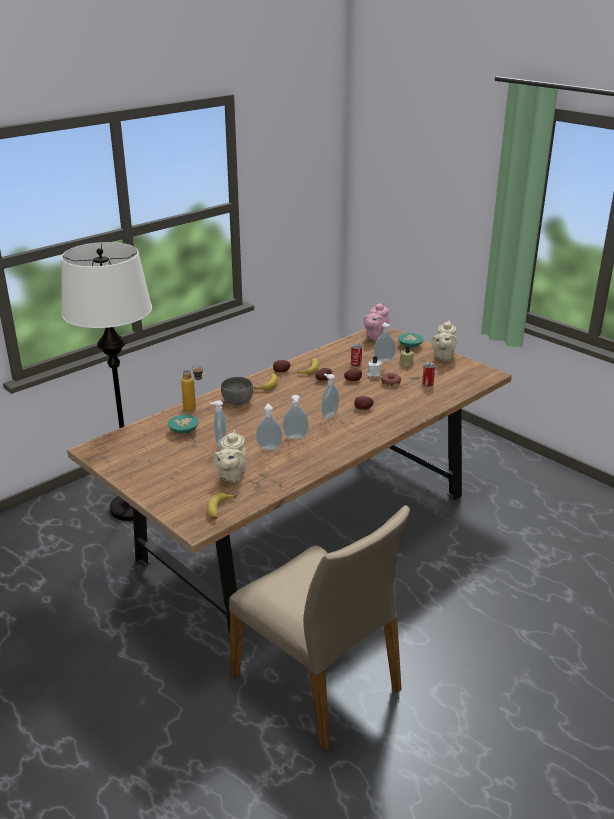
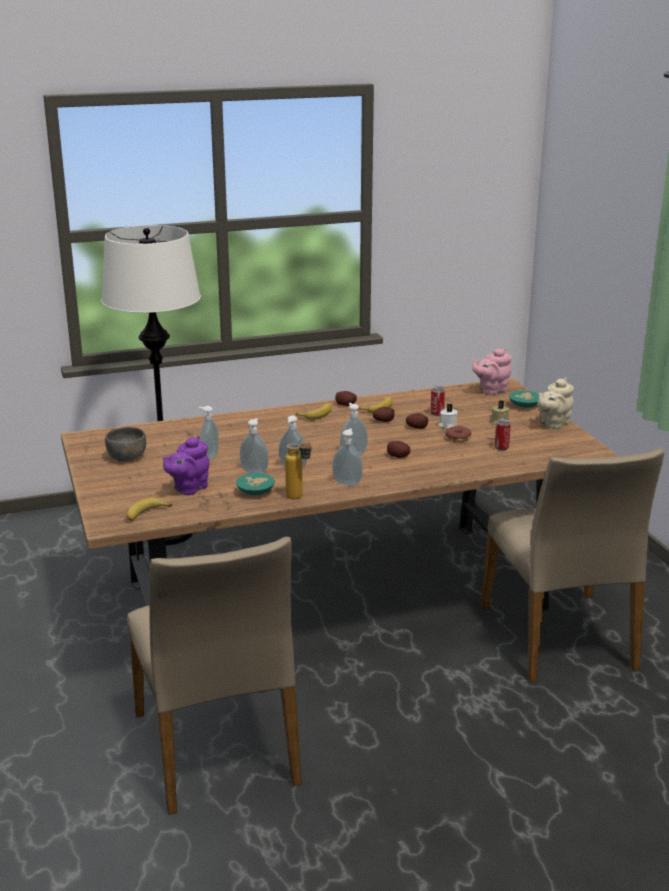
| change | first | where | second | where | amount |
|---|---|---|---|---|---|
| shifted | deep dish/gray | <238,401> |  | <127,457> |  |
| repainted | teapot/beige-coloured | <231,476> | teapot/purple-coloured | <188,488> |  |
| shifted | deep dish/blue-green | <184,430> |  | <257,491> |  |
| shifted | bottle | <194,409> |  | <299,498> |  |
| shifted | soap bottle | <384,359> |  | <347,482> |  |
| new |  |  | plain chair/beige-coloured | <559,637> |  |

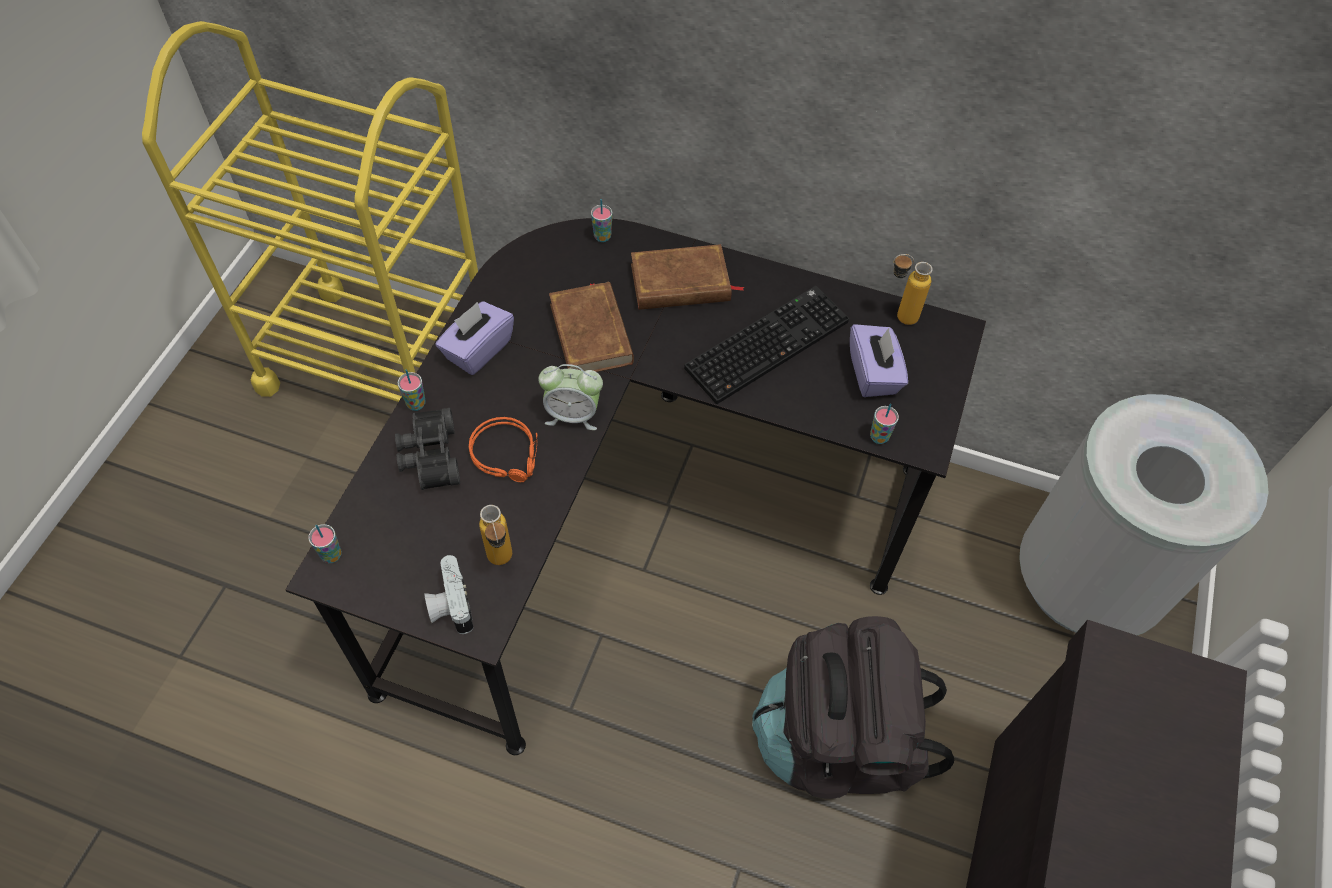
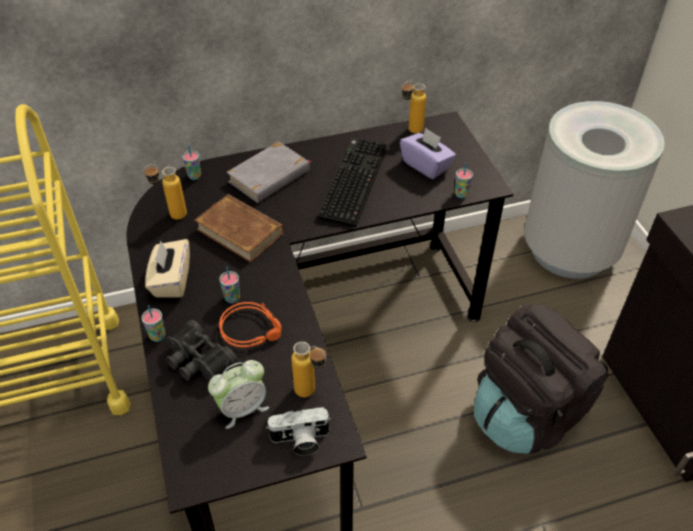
| change | first | where | second | where | amount |
|---|---|---|---|---|---|
| new |  |  | bottle | <171,216> |  |
| repainted | tissue holder/purple-coloured | <478,350> | tissue holder/beige-coloured | <171,280> |  |
| shifted | table clock | <573,415> |  | <242,408> |  |
| shifted | drinking cup | <331,555> |  | <232,298> |  |
| repainted | volume/brown | <680,283> | volume/gray | <270,176> |  |
| rotated | still camera | <449,604> |  | <300,440> | 45 degrees counterclockwise |

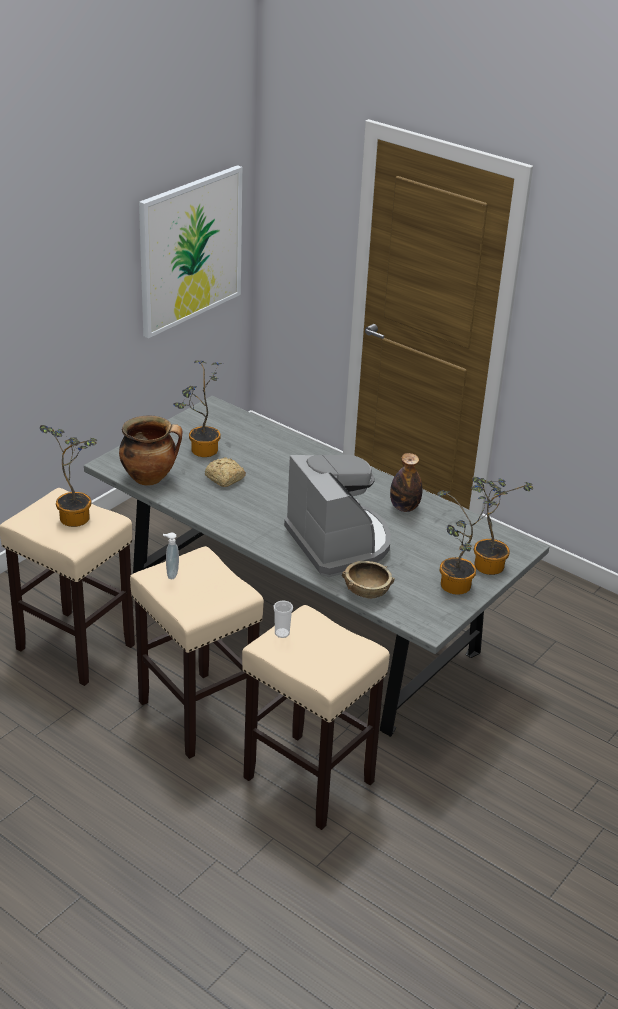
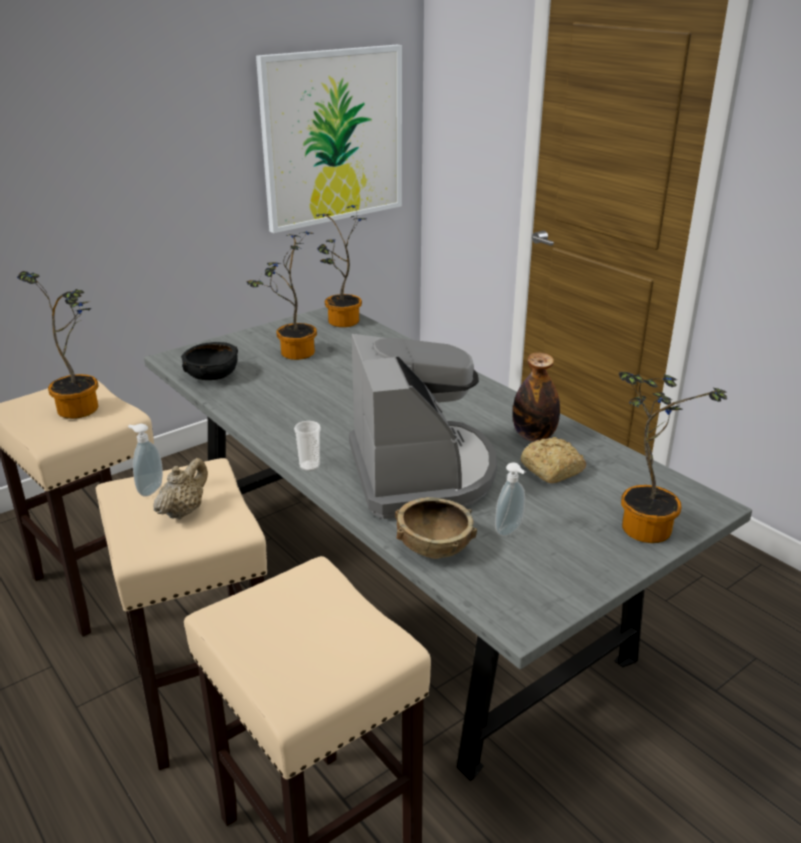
| change | first | where | second | where | amount |
|---|---|---|---|---|---|
| new |  |  | teapot/beige-coloured | <183,511> |  |
| swapped | stockpot | <150,478> | deep dish/blackish | <212,375> |  |
| shifted | drinking cup | <282,633> |  | <309,466> |  |
| shifted | plant in a pot | <455,588> |  | <341,323> |  |
| new |  |  | soap bottle | <510,531> |  |
| shifted | baked bread | <225,479> |  | <552,471> |  |

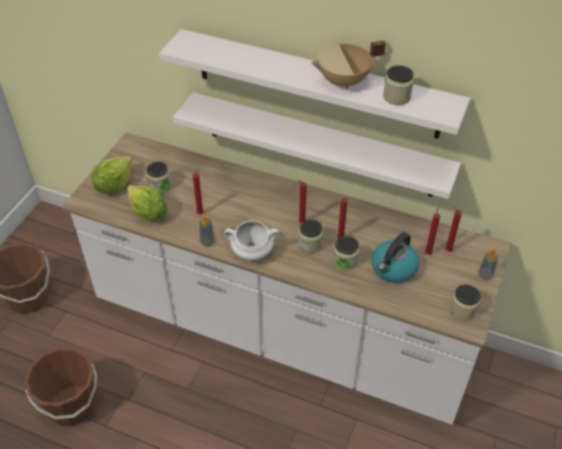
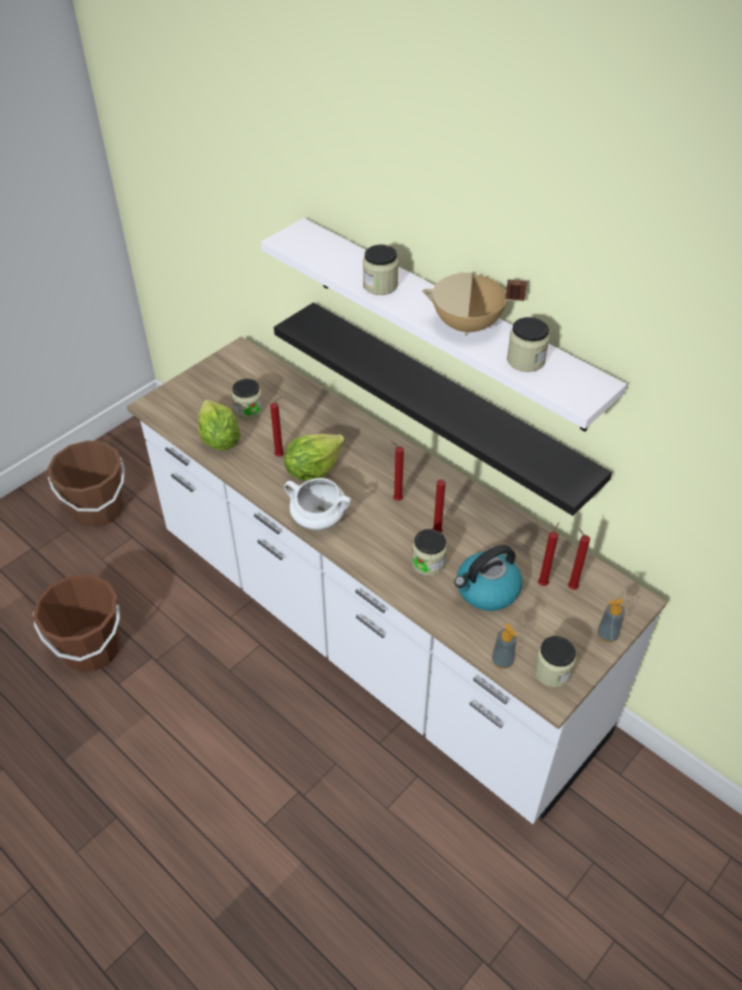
| change | first | where | second | where | amount |
|---|---|---|---|---|---|
| repainted | wall shelf/whitish | <319,145> | wall shelf/blackish | <446,405> |  |
| shifted | lettuce head | <114,185> |  | <313,469> |  |
| shifted | jar | <310,244> |  | <380,285> |  |
| shifted | soap bottle | <207,242> |  | <502,661> |  |

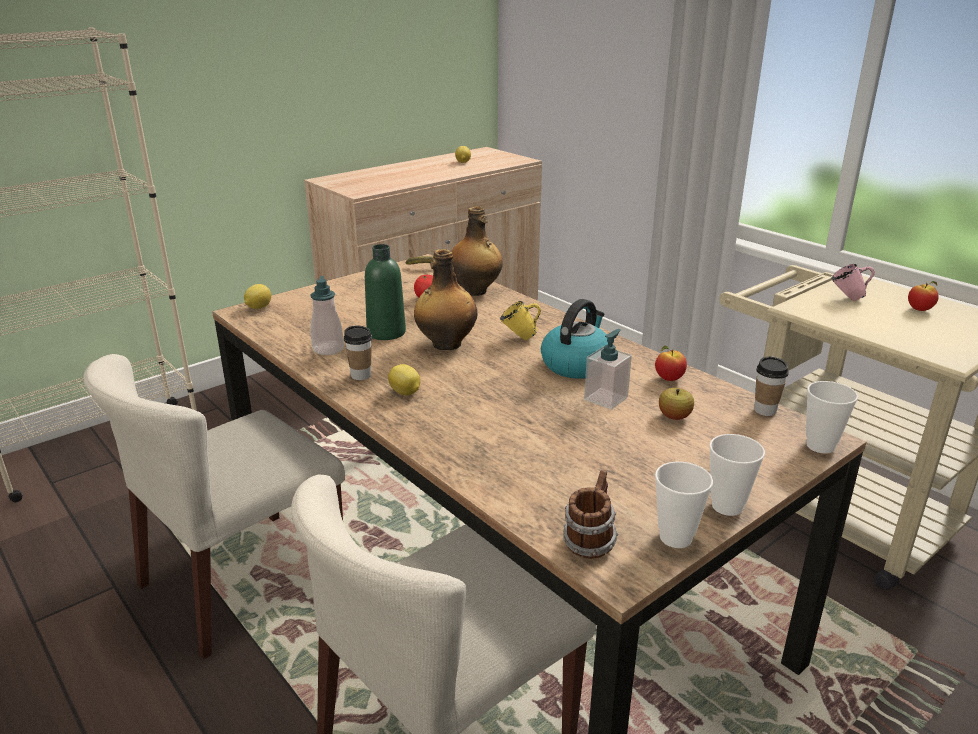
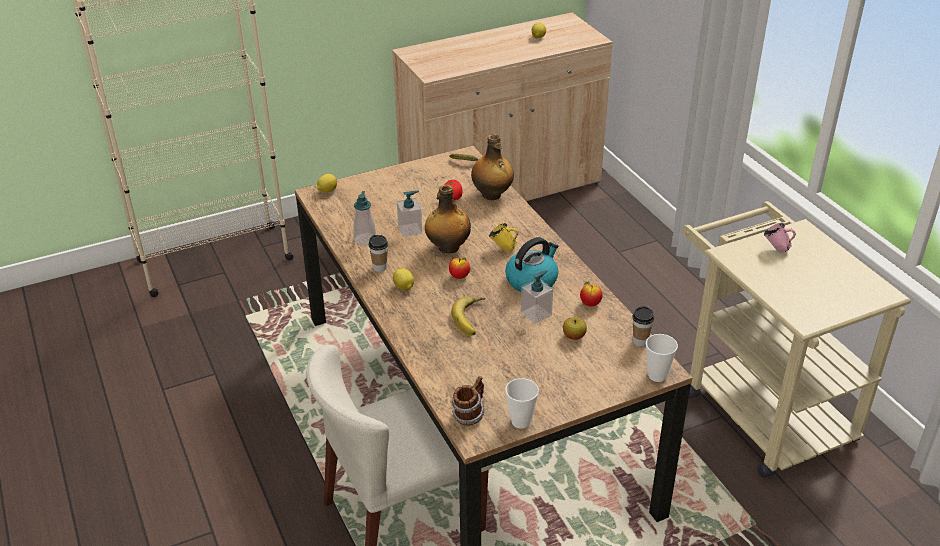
| change | first | where | second | where | amount |
|---|---|---|---|---|---|
| swapped | bottle/green | <386,333> | soap bottle | <410,230> |  |
| shifted | whole apple | <919,310> |  | <459,276> |  |
| new |  |  | banana fruit | <472,319> |  |
| gone | plain chair/beige-coloured | <242,581> |  |  |  |
| gone | drinking cup | <727,506> |  |  |  |

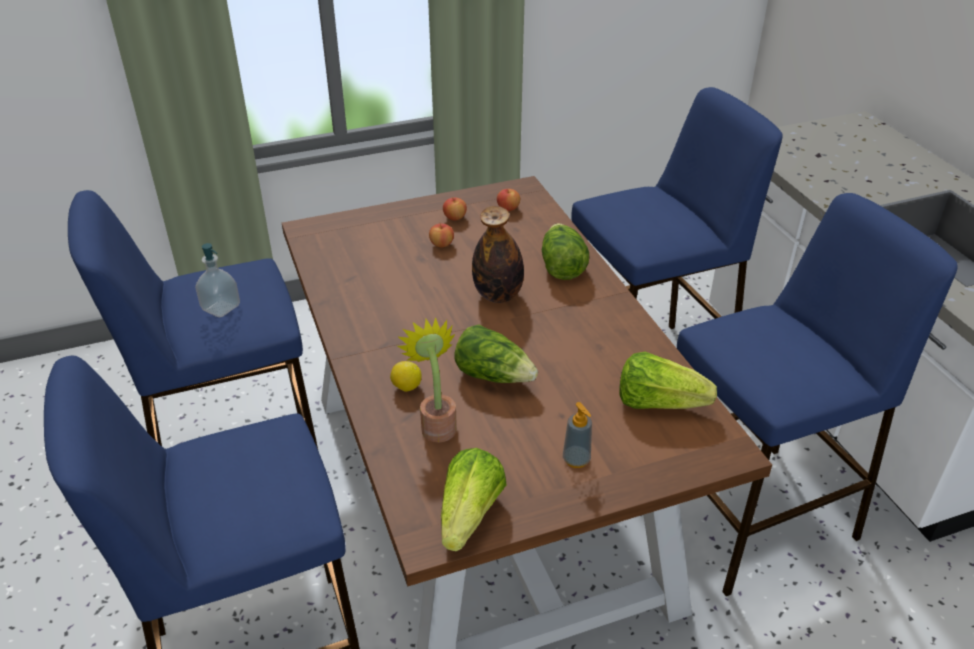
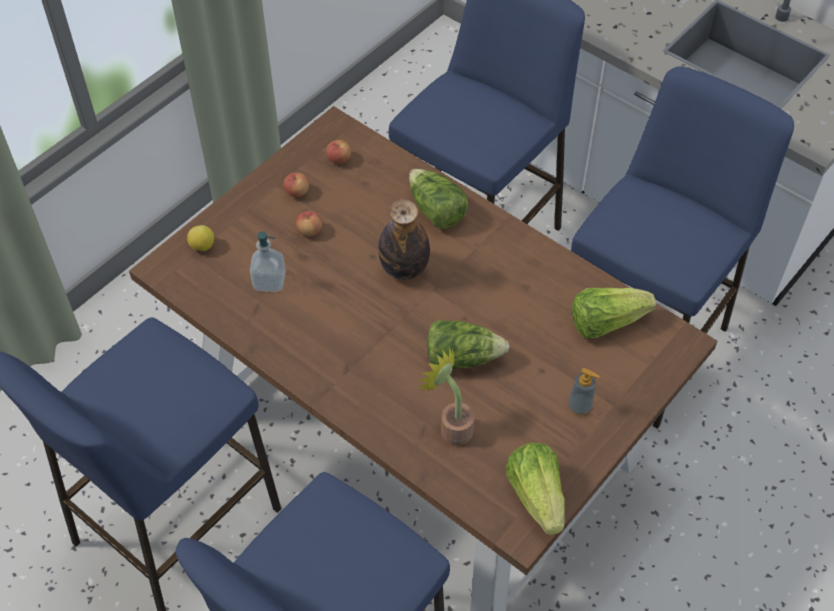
| change | first | where | second | where | amount |
|---|---|---|---|---|---|
| shifted | citrus fruit | <406,387> |  | <202,246> |  |
| shifted | soap bottle | <221,308> |  | <269,281> |  |

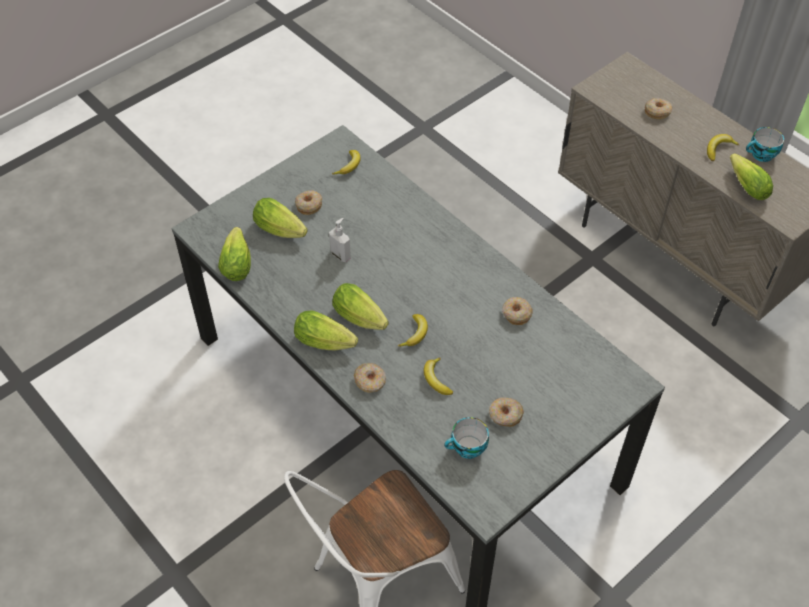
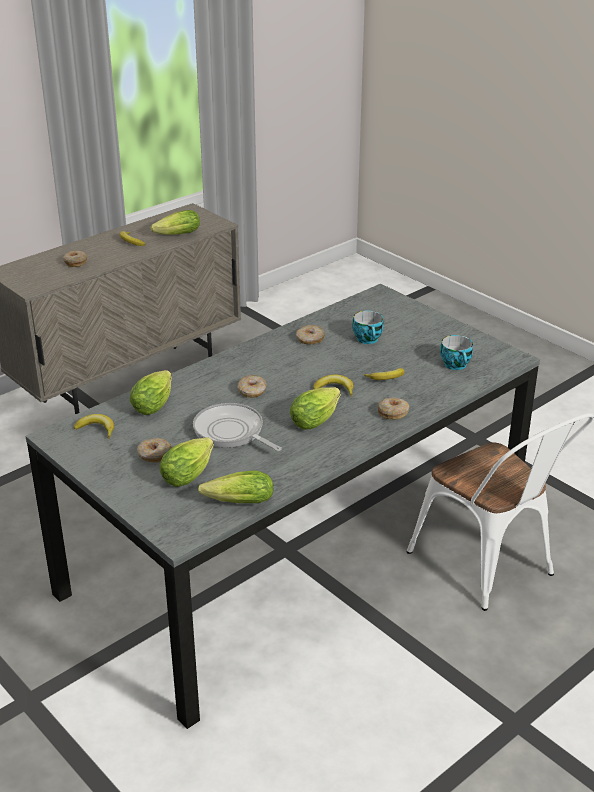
| change | first | where | second | where | amount |
|---|---|---|---|---|---|
| shifted | lettuce head | <327,342> |  | <155,403> |  |
| swapped | soap bottle | <341,255> | skillet | <231,432> |  |
| shifted | donut | <505,415> |  | <252,391> |  |
| shifted | drinking cup | <761,155> |  | <368,339> |  |

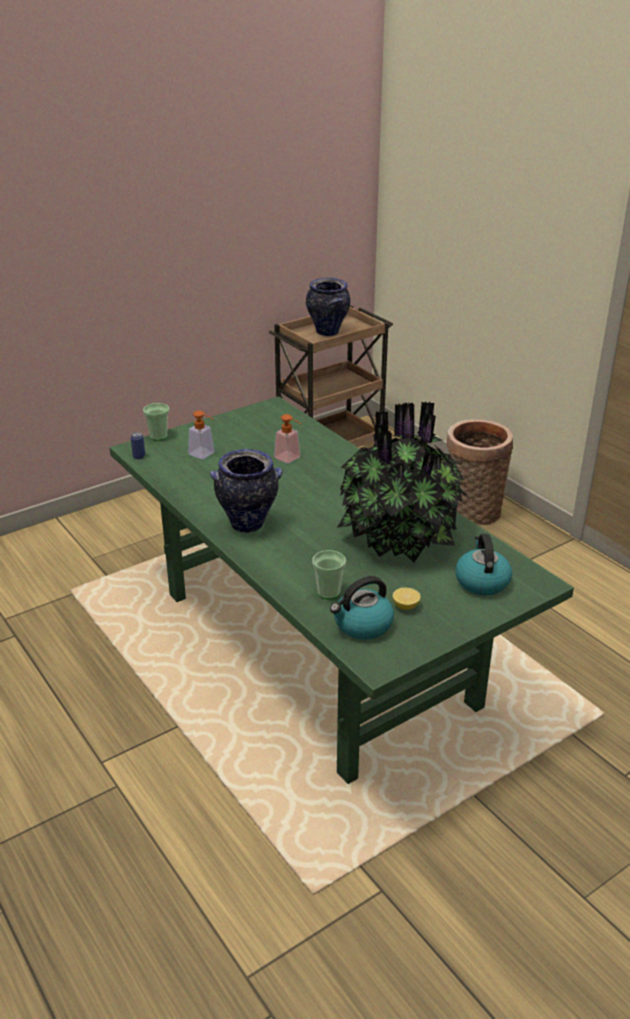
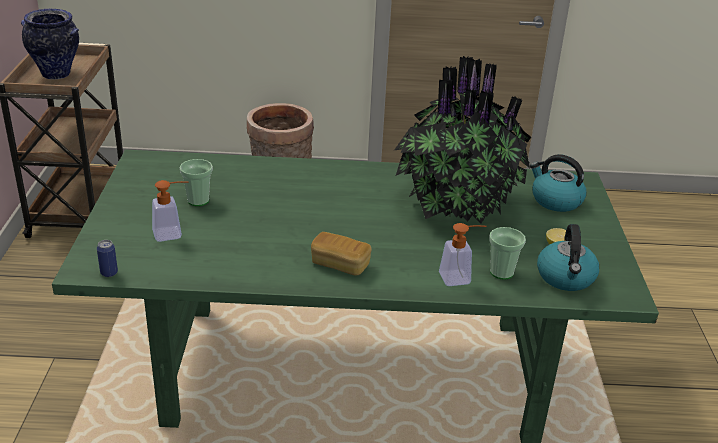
| change | first | where | second | where | amount |
|---|---|---|---|---|---|
| shifted | drinking cup | <158,436> |  | <198,200> |  |
| swapped | vase | <248,524> | baked bread | <340,264> |  |
| shifted | soap bottle | <290,459> |  | <460,278> |  |

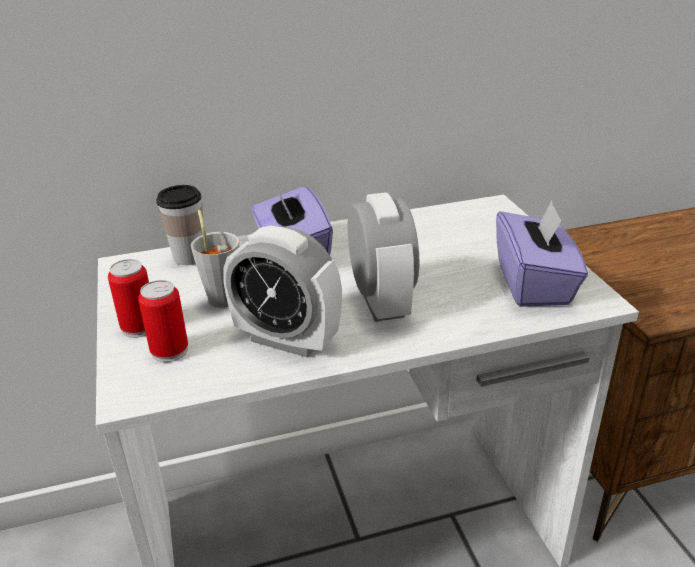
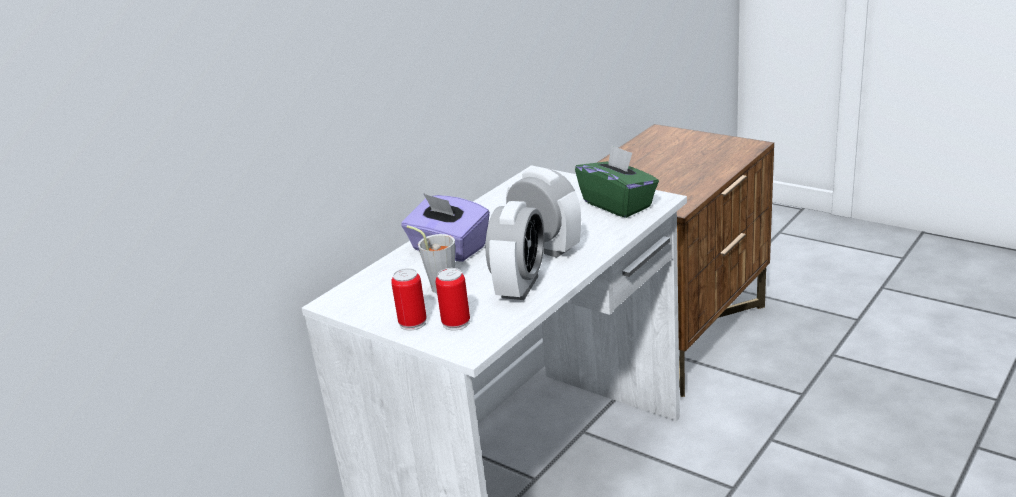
| change | first | where | second | where | amount |
|---|---|---|---|---|---|
| rotated | table clock | <287,340> |  | <519,287> | 60 degrees counterclockwise |
| repainted | tissue holder/purple-coloured | <534,284> | tissue holder/green | <618,204> |  |
| gone | drinking cup | <188,257> |  |  |  |

